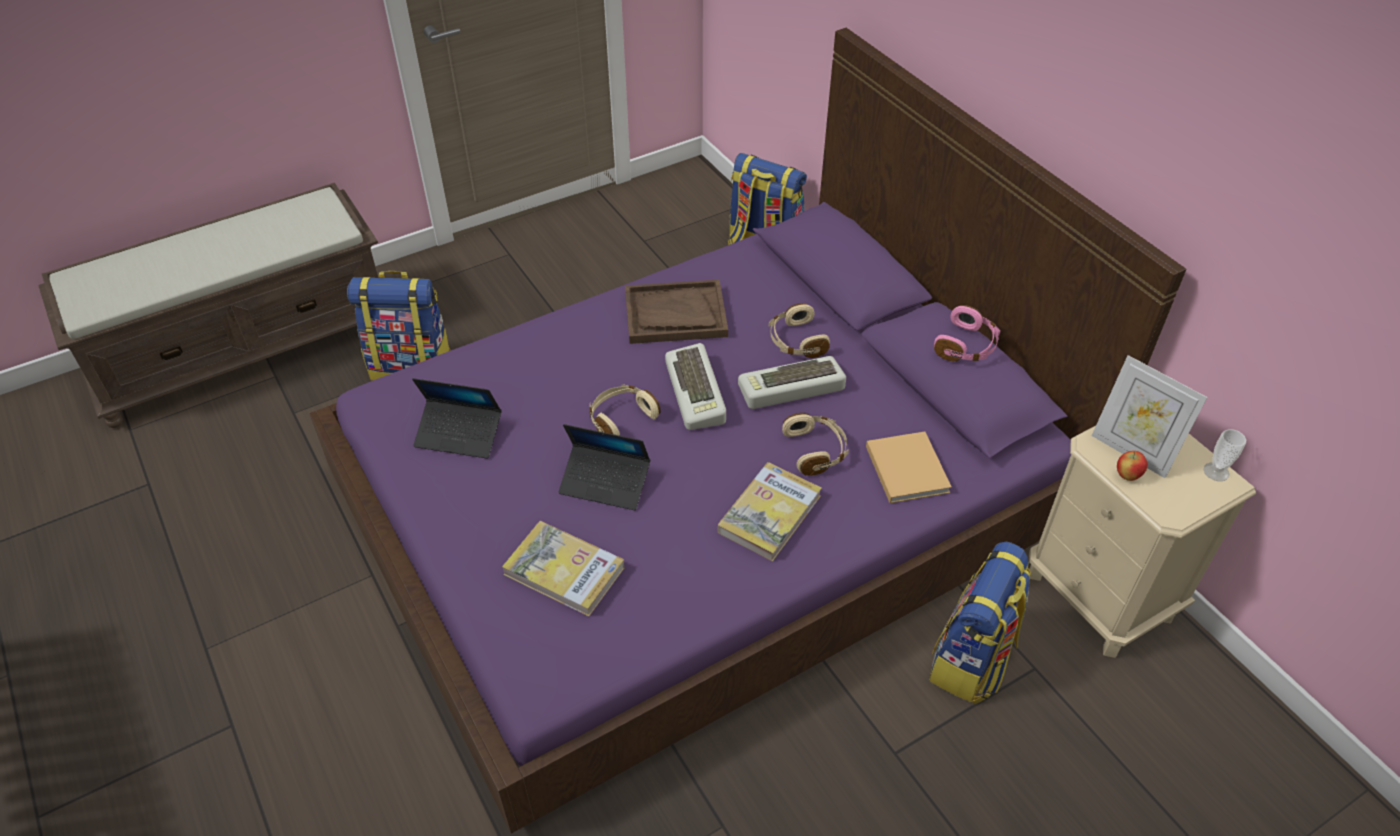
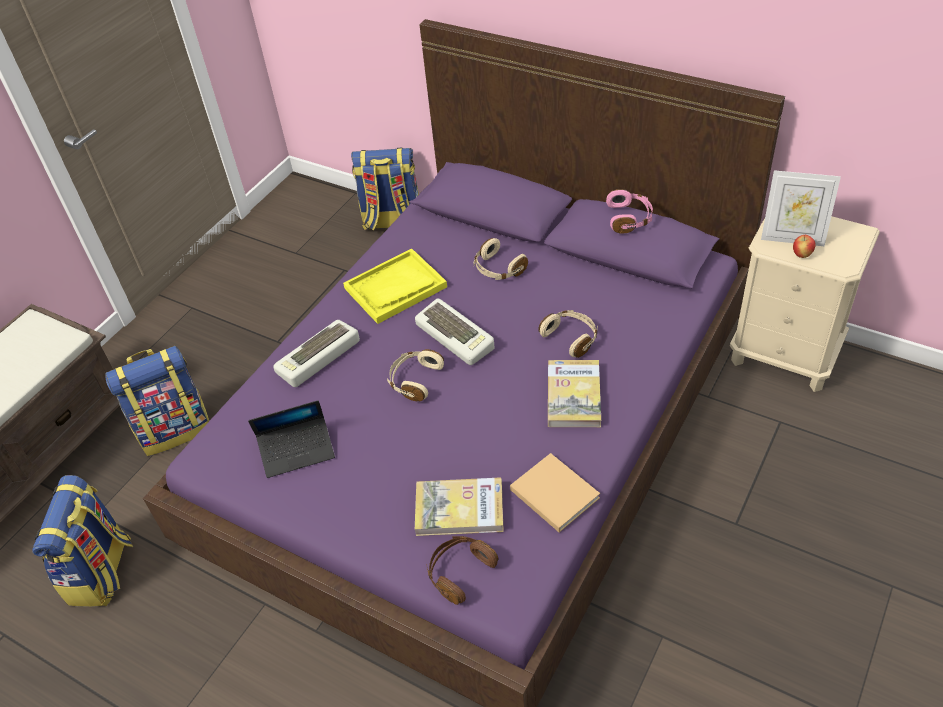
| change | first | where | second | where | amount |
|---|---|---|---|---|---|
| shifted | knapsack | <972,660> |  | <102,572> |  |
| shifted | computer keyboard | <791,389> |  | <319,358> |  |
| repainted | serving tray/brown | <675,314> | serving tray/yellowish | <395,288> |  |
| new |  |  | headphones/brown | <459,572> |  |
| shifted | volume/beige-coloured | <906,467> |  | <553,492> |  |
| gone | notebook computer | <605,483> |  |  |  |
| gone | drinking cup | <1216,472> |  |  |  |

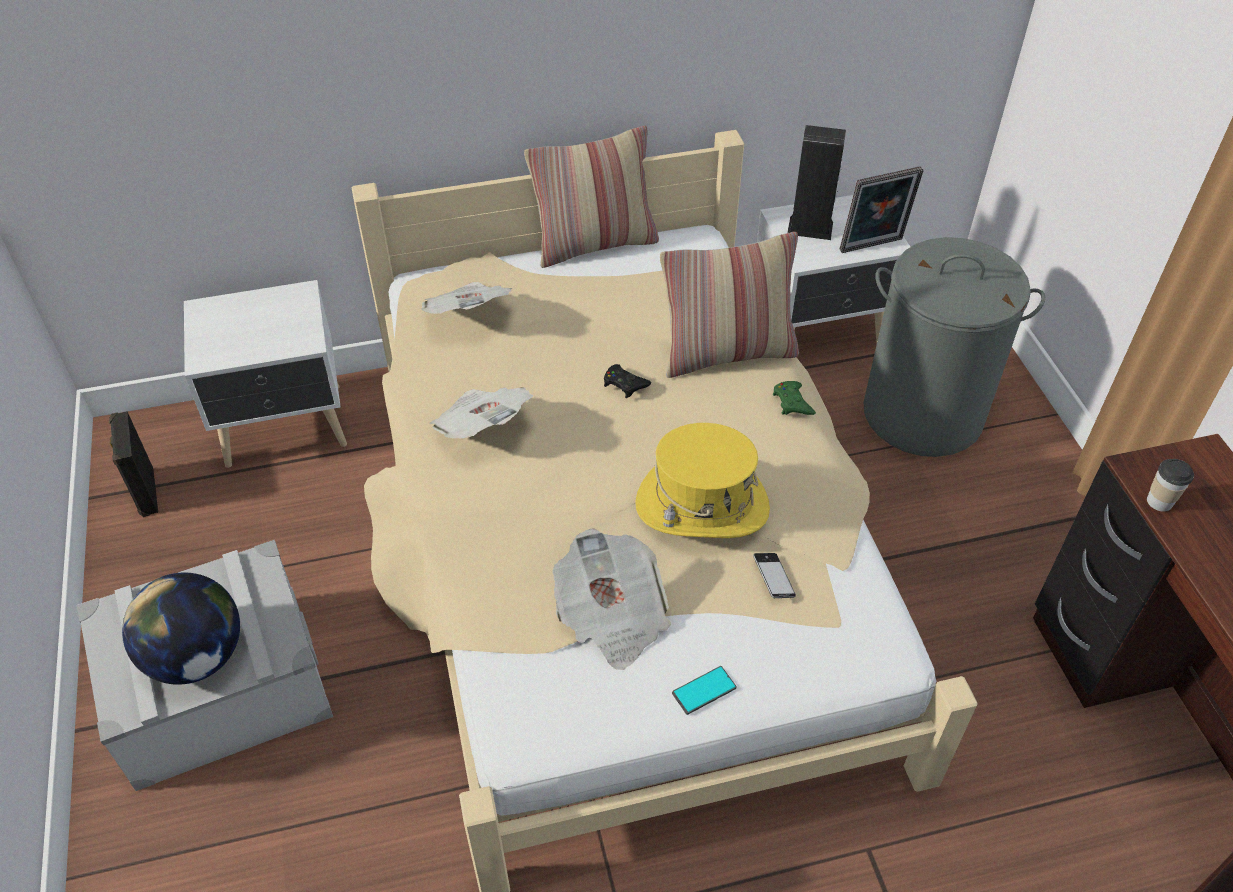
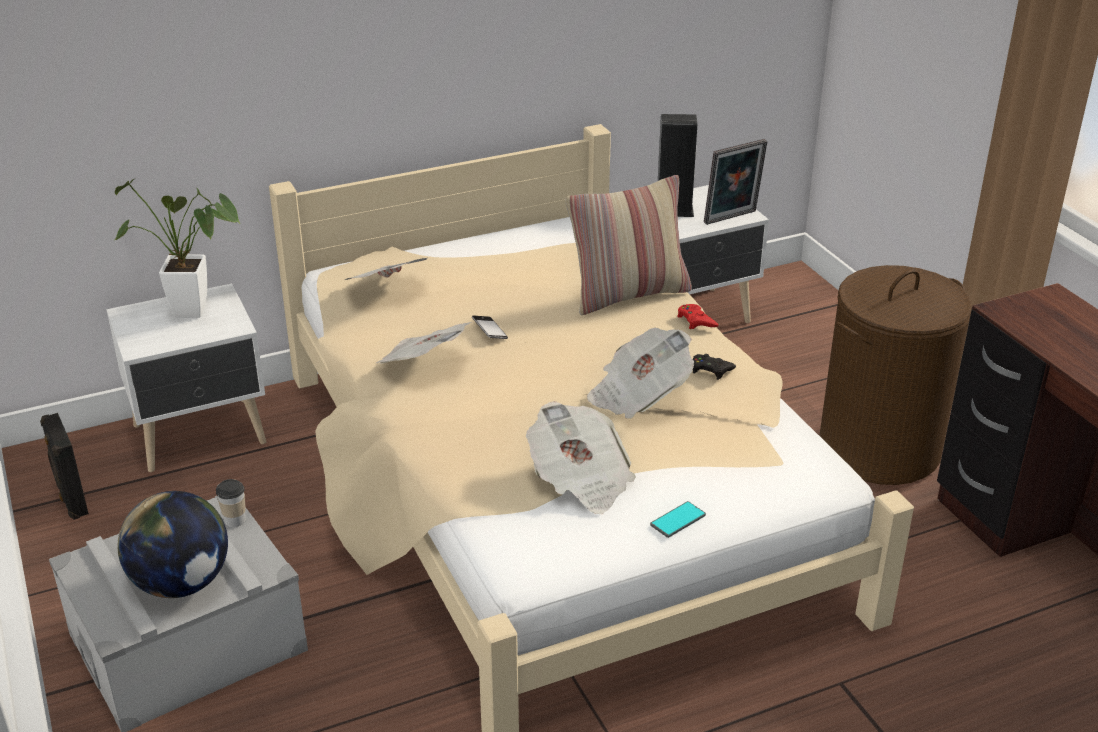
| change | first | where | second | where | amount |
|---|---|---|---|---|---|
| new |  |  | plant in a pot | <199,311> |  |
| shifted | drinking cup | <1159,501> |  | <235,520> |  |
| shifted | phone | <773,578> |  | <489,331> |  |
| swapped | clothing hat/yellowish | <702,506> | daily paper | <638,395> |  |
| repainted | joypad/green | <792,402> | joypad/red-coloured | <696,321> |  |
| shifted | joypad/blackish | <624,384> |  | <711,370> |  |
| new |  |  | hamper/brown | <879,448> |  |
| gone | cushion | <594,244> |  |  |  |
| gone | hamper/gray | <923,413> |  |  |  |

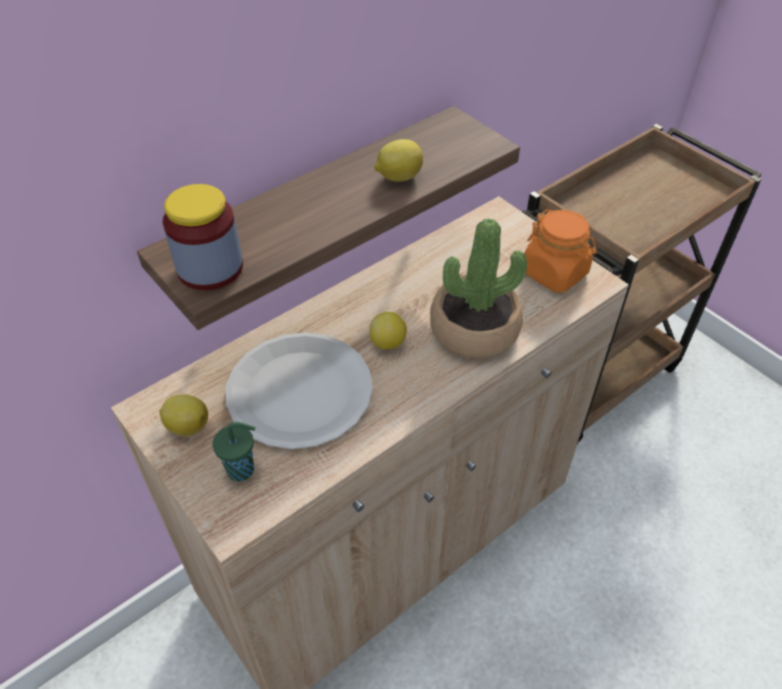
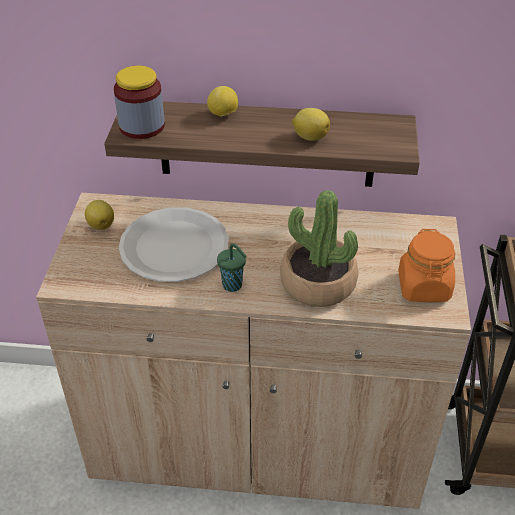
| change | first | where | second | where | amount |
|---|---|---|---|---|---|
| shifted | citrus fruit | <388,343> |  | <223,115> |  |
| shifted | drinking cup/green | <242,470> |  | <233,286> |  |

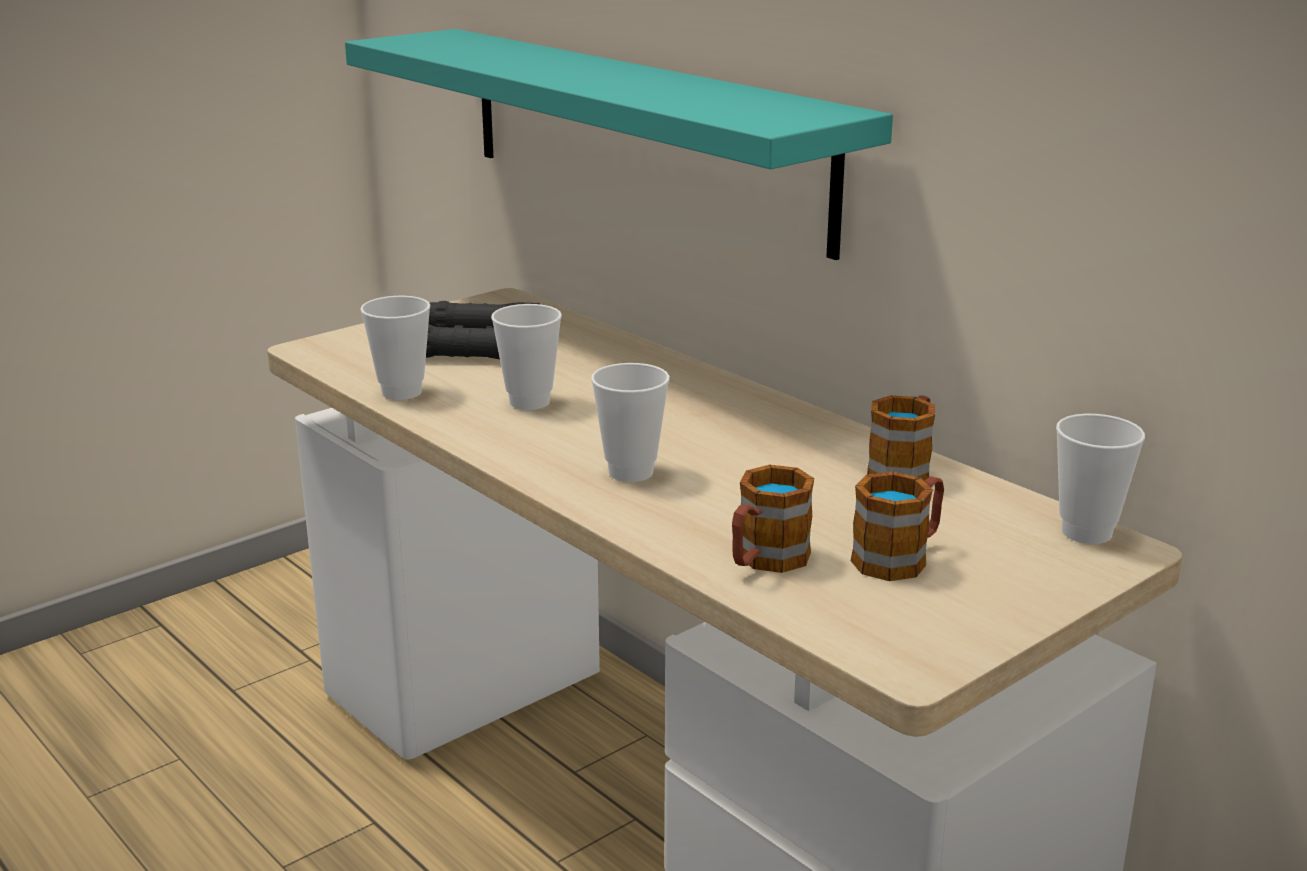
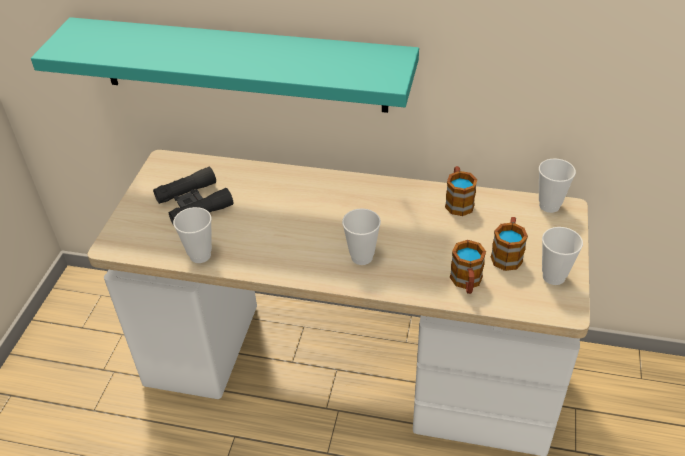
| change | first | where | second | where | amount |
|---|---|---|---|---|---|
| shifted | drinking cup | <529,402> |  | <553,276> |  |

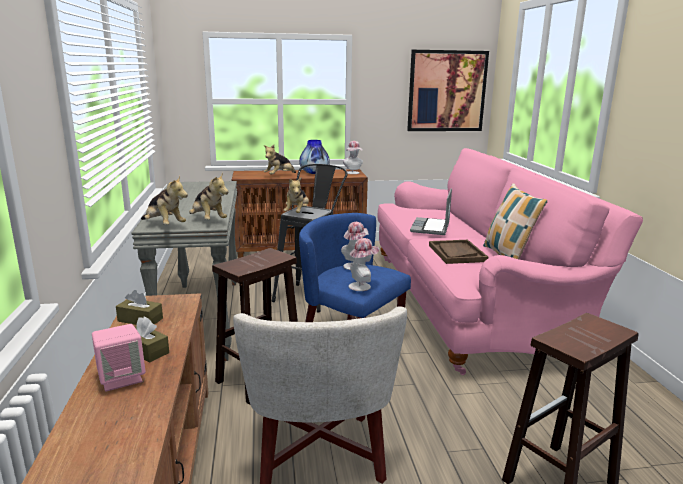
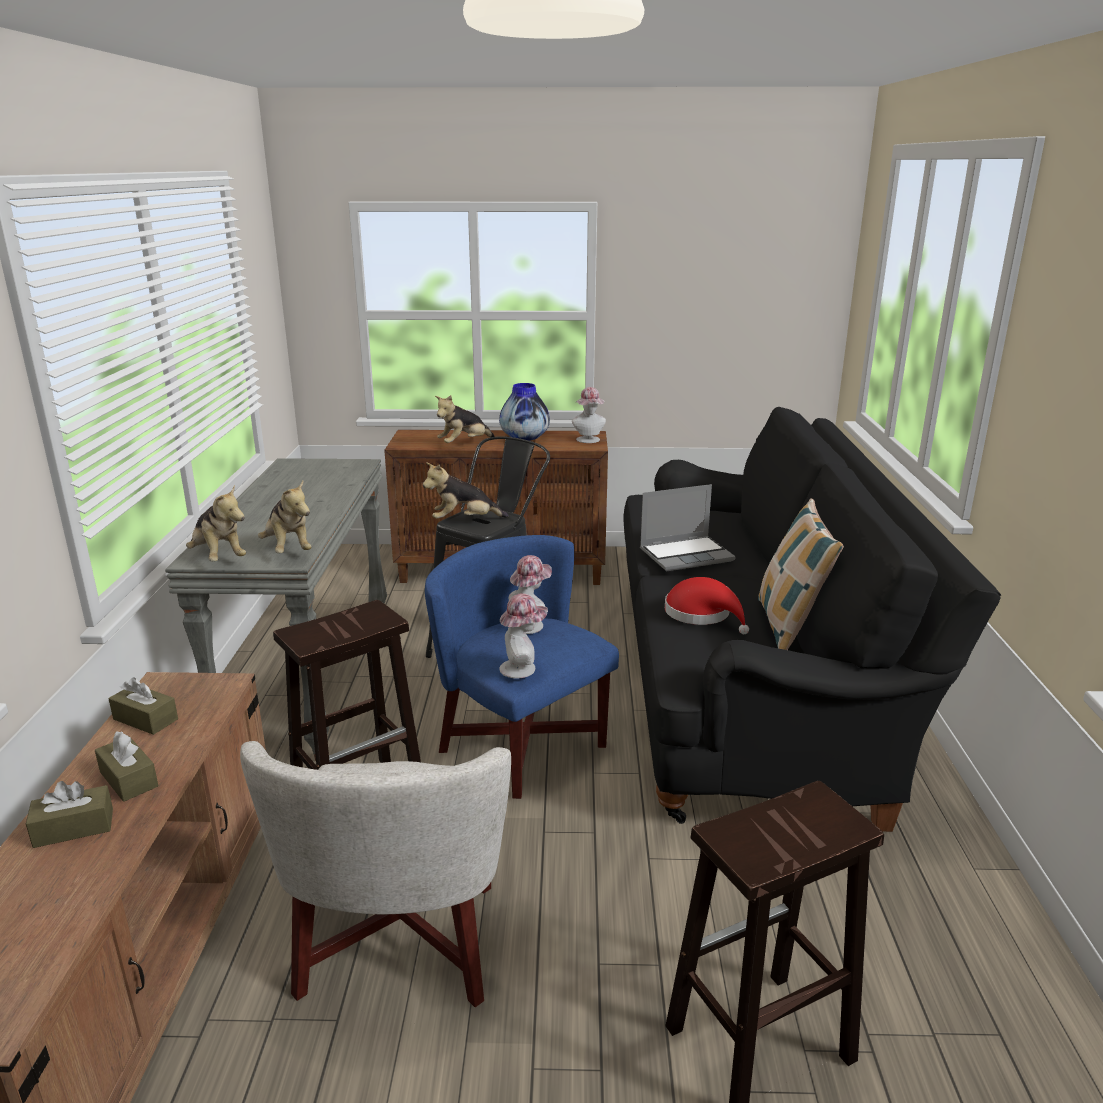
| change | first | where | second | where | amount |
|---|---|---|---|---|---|
| swapped | audio speaker/pinkish | <121,378> | tissue holder/brown | <74,828> |  |
| rotated | plush toy | <297,213> |  | <464,521> | 60 degrees clockwise |
| repainted | sofa/pinkish | <468,303> | sofa/blackish | <747,684> |  |
| rotated | notebook computer | <431,228> |  | <686,555> | 135 degrees counterclockwise |
| swapped | serving tray/brown | <457,253> | clothing hat/red-coloured | <702,614> |  |
| gone | wall picture | <447,91> |  |  |  |

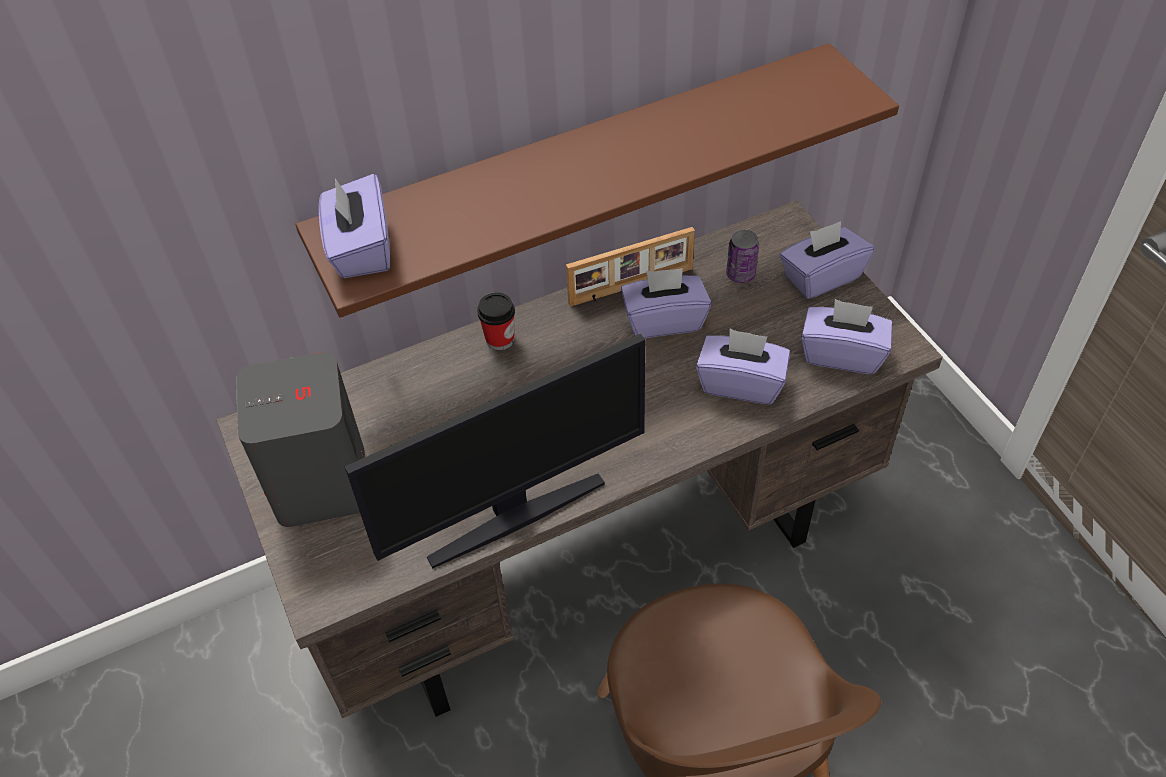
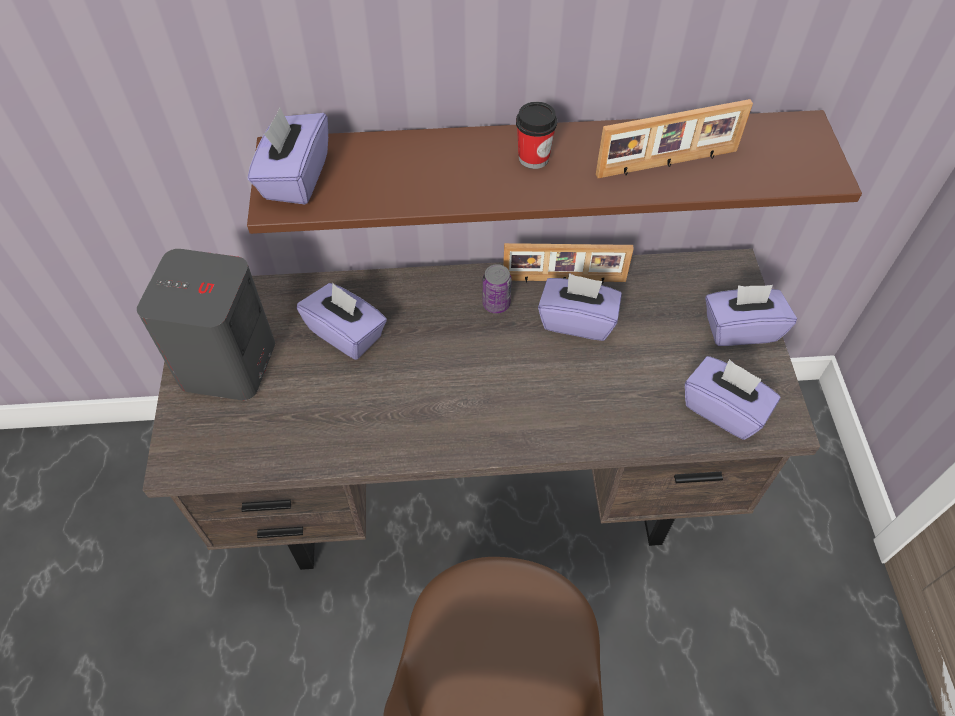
| change | first | where | second | where | amount |
|---|---|---|---|---|---|
| shifted | tissue holder/purple-coloured | <741,383> |  | <346,333> |  |
| shifted | sealed can | <740,274> |  | <496,304> |  |
| shifted | drinking cup | <500,339> |  | <533,158> |  |
| new |  |  | photo frame | <667,164> |  |
| gone | computer screen | <514,515> |  |  |  |

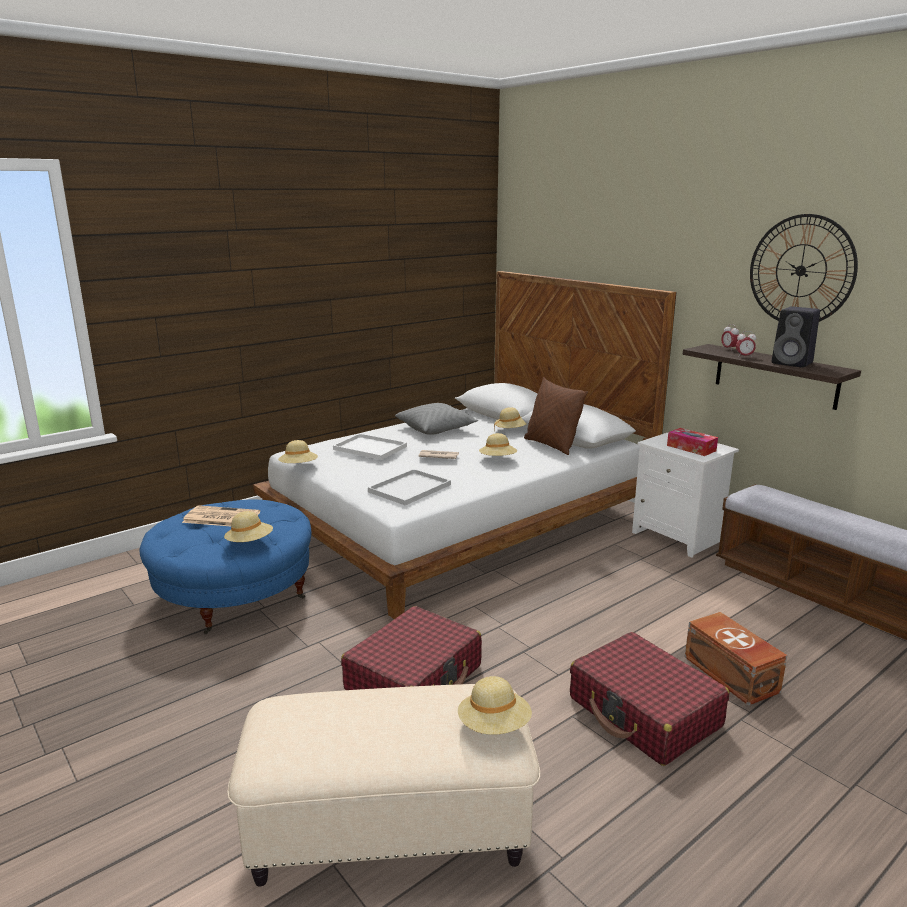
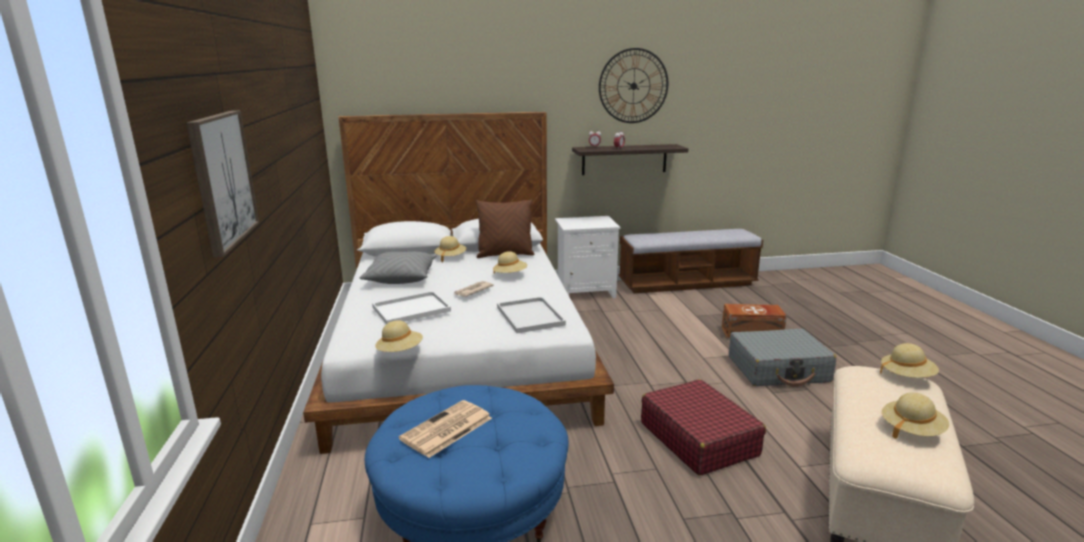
| change | first | where | second | where | amount |
|---|---|---|---|---|---|
| new |  |  | wall picture | <222,179> |  |
| repainted | travel case/red-coloured | <644,712> | travel case/gray | <778,369> |  |
| shifted | clothing hat/beige-coloured | <250,543> |  | <911,430> |  |
| gone | tissue holder | <691,448> |  |  |  |
| gone | audio speaker/blackish | <793,363> |  |  |  |

